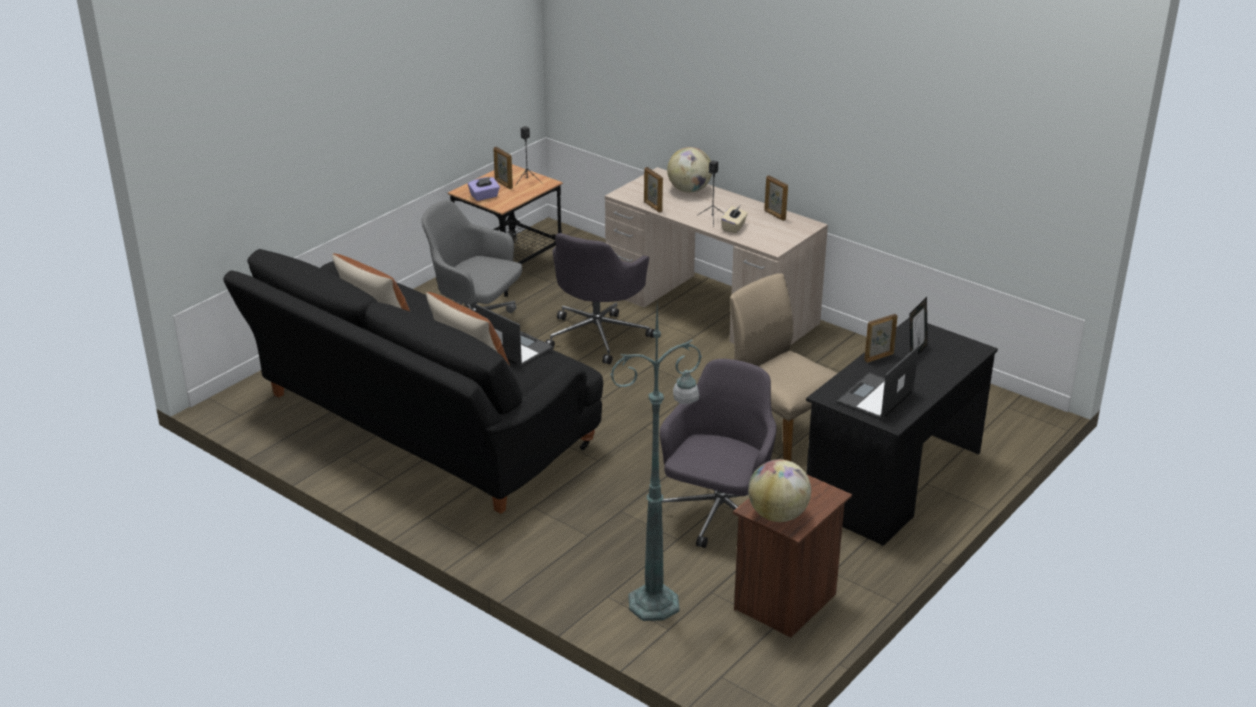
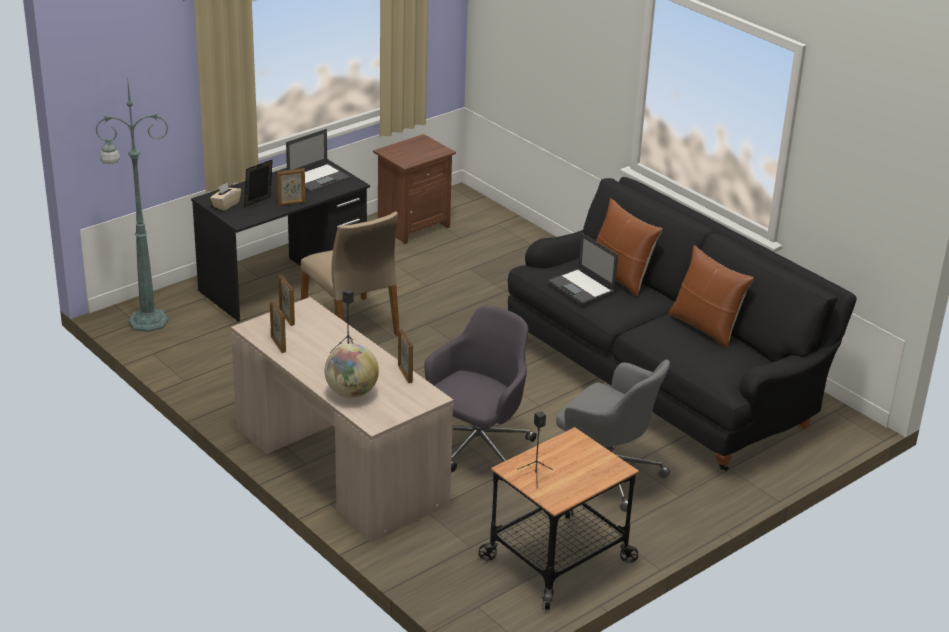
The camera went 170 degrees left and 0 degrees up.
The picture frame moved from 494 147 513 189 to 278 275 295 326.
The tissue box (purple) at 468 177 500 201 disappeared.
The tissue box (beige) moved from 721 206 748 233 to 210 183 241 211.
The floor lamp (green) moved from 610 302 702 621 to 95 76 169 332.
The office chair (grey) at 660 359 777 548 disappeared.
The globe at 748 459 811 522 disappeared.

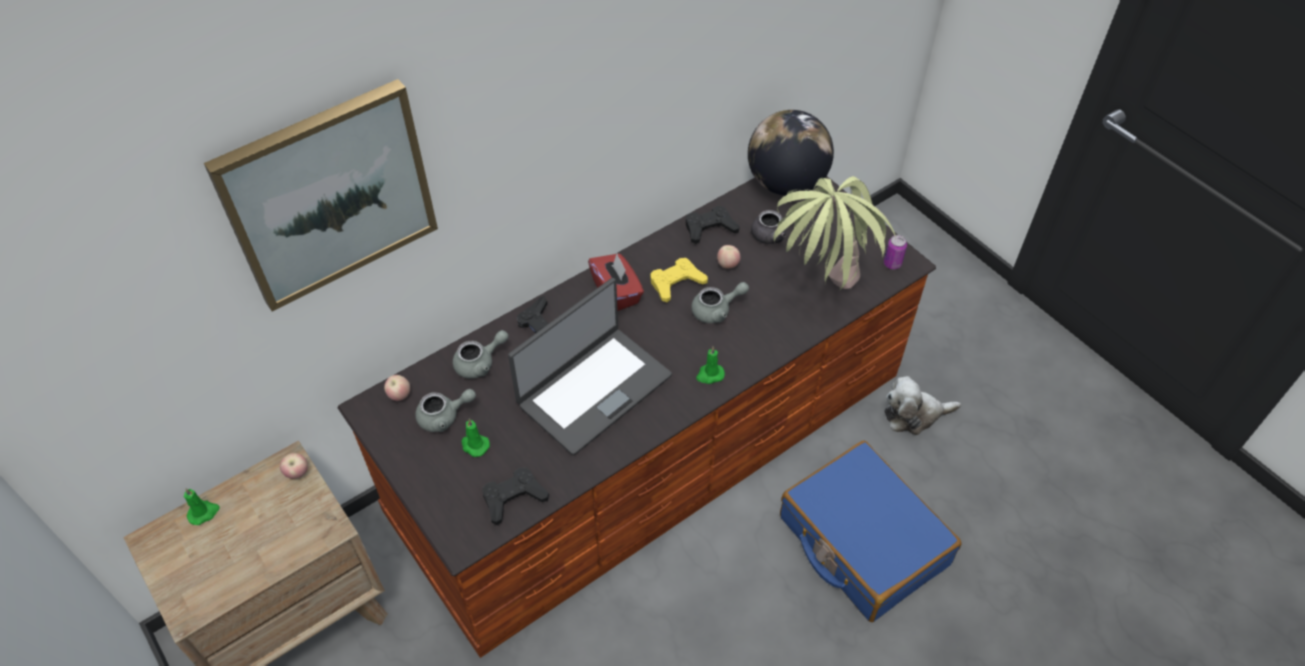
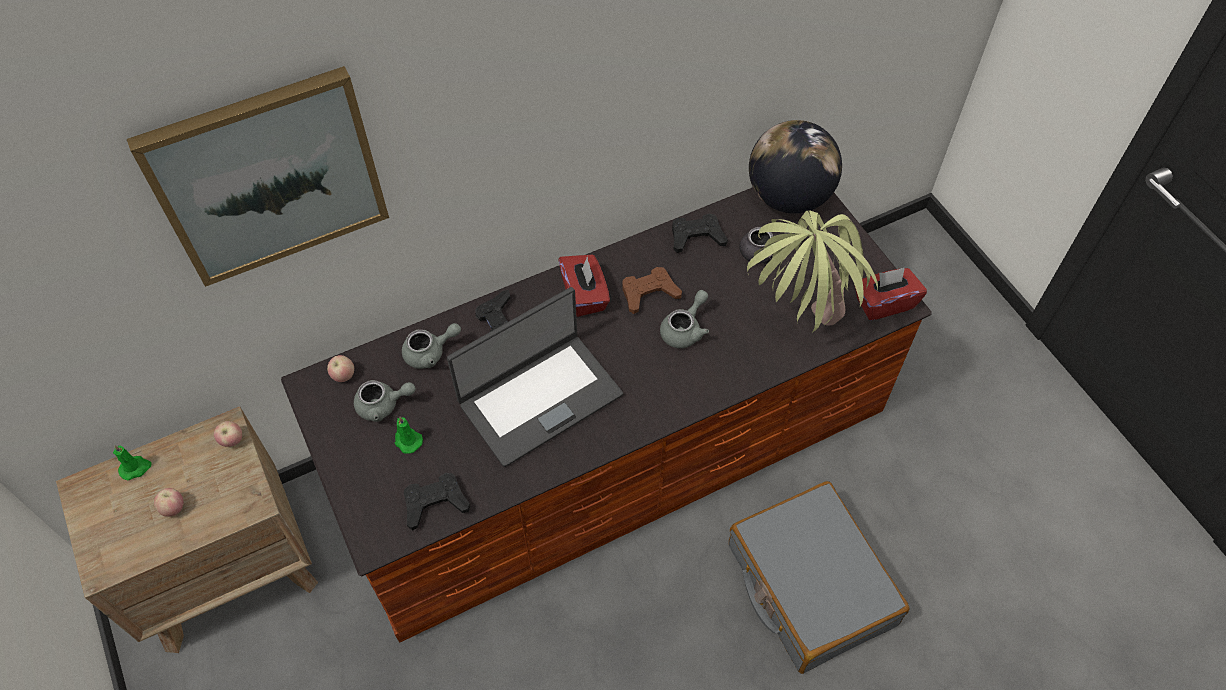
The camera went 10 degrees right and 5 degrees up.
The can at 884 235 907 269 was replaced by the tissue box (red) at 855 268 927 321.
The apple moved from 717 245 741 269 to 154 488 183 517.
The game controller (yellow) at 650 258 708 303 became the game controller (brown) at 622 267 682 314.
The teapot (grey) at 691 282 749 323 turned 45 degrees counterclockwise.
The candle (green) at 696 346 725 384 disappeared.
The plush toy at 884 376 961 435 disappeared.
The suitcase (blue) at 780 441 962 622 became the suitcase (grey) at 729 481 910 674.

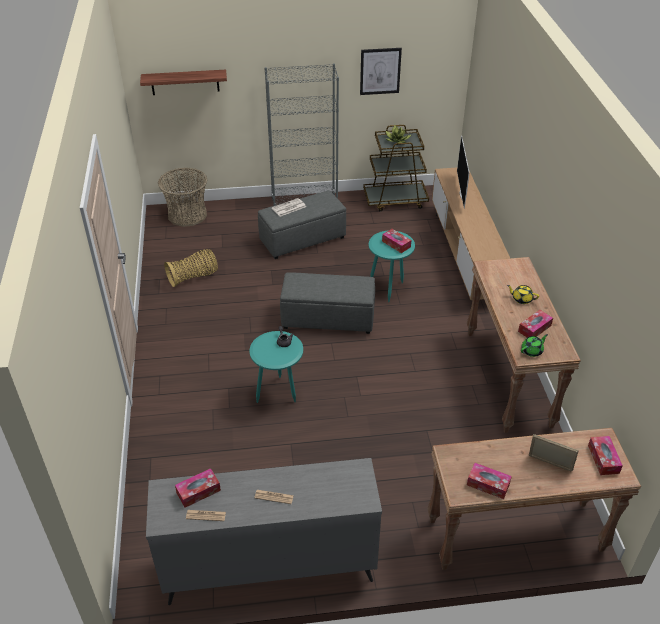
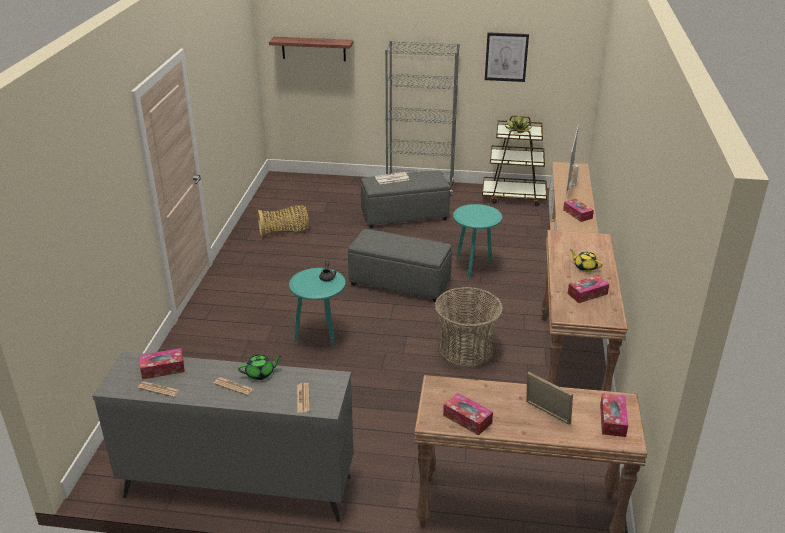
The camera went 15 degrees right and 10 degrees down.
The basket moved from 158 168 208 227 to 435 287 503 369.
The tissue box moved from 382 229 411 253 to 563 199 594 222.
The teapot (green) moved from 521 334 548 357 to 238 354 282 380.
The newspaper at 297 383 310 413 appeared.

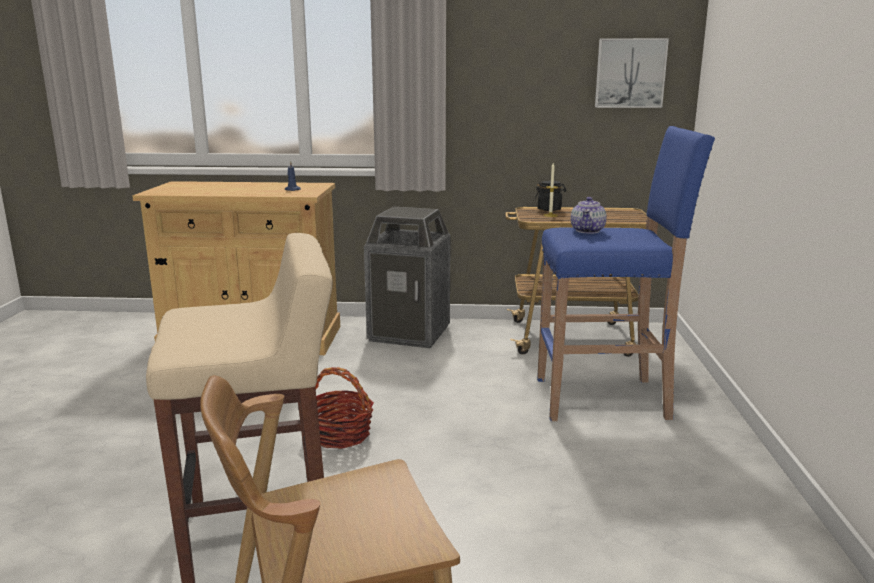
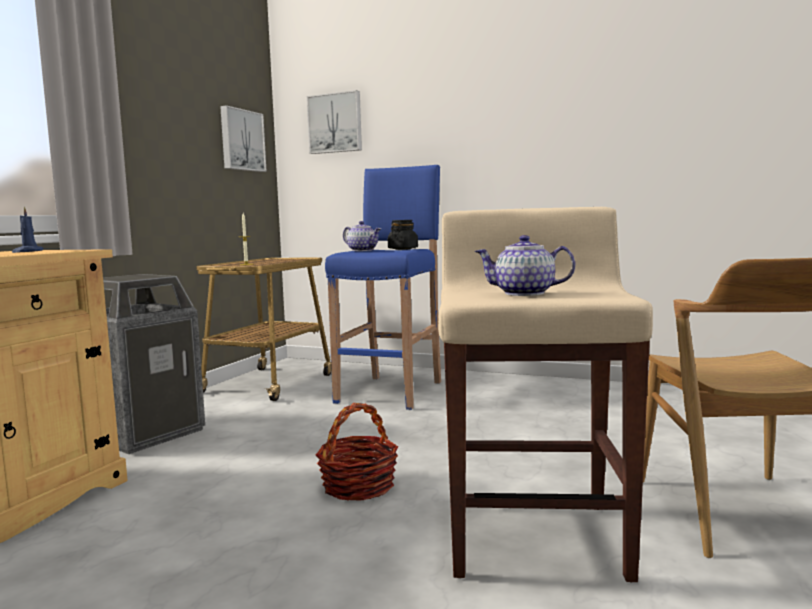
The camera went 70 degrees left and 10 degrees down.
The jar (black) moved from 535 181 566 211 to 388 220 418 250.
The picture at 307 90 362 154 appeared.
The teapot at 475 235 575 296 appeared.

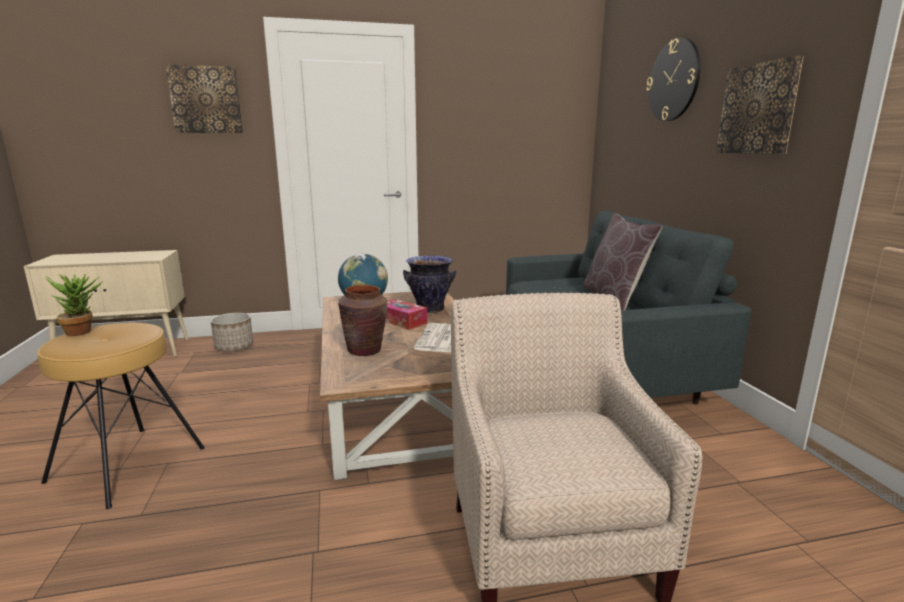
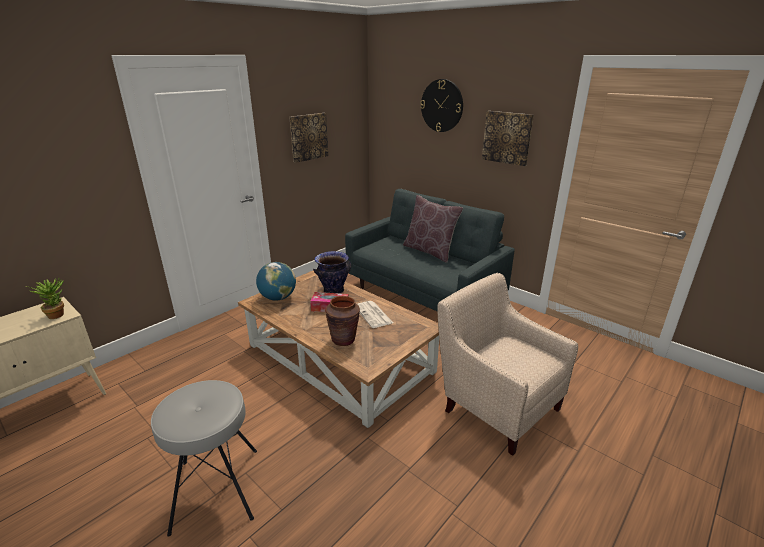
The camera went 35 degrees left and 10 degrees up.
The picture moved from 166 64 243 133 to 289 113 328 163.
The potted plant moved from 45 273 102 336 to 25 278 64 319.
The planter at 211 313 253 351 disappeared.
The stool (brown) at 37 323 205 509 became the stool (grey) at 151 380 257 537.

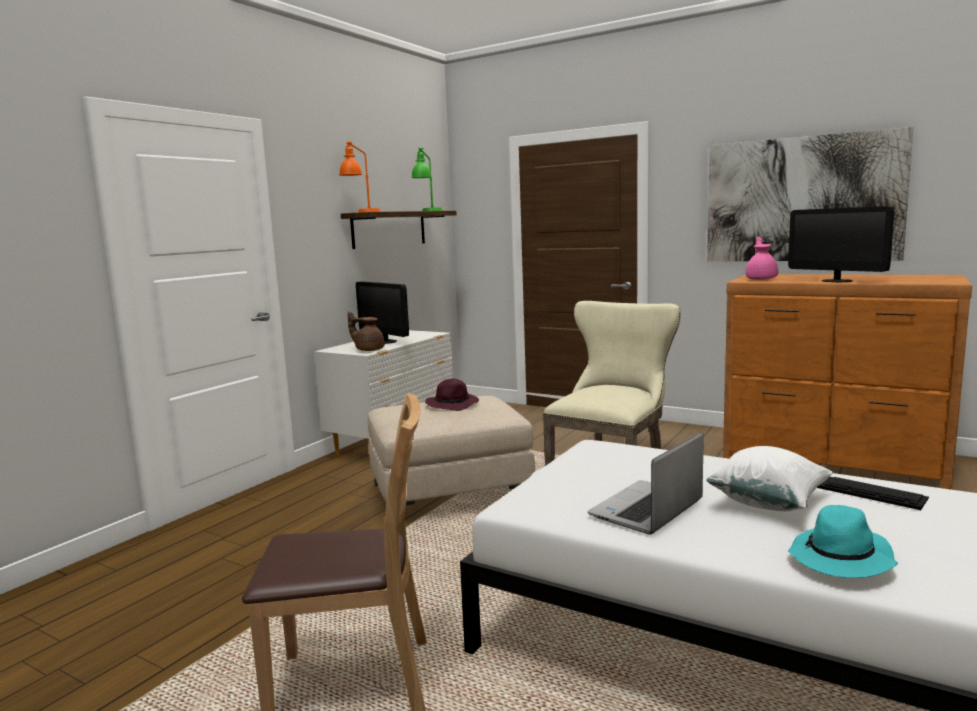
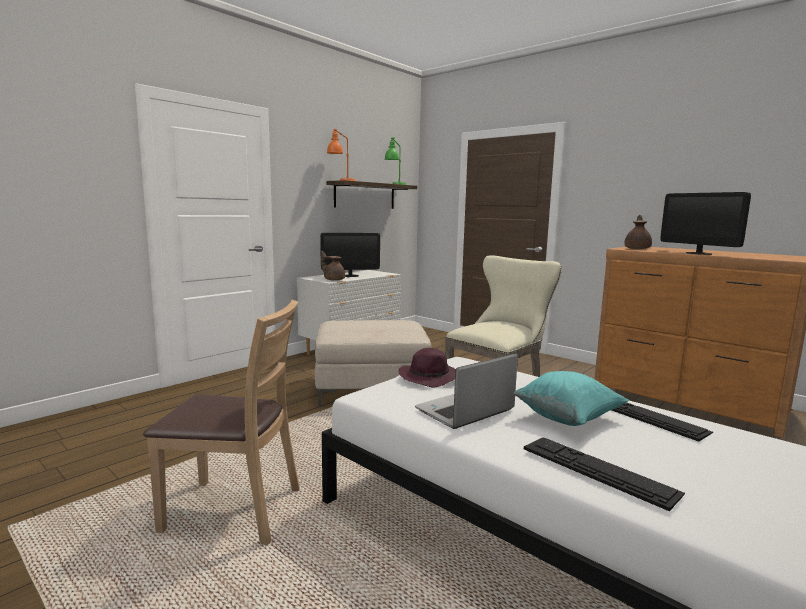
The camera went 10 degrees right and 0 degrees up.
The picture at 707 127 913 261 disappeared.
The teapot (pink) at 745 237 778 280 became the teapot (brown) at 625 215 652 249.
The monitor at 356 281 409 344 turned 75 degrees counterclockwise.
The hat (purple) moved from 425 378 479 411 to 398 348 456 387.
The pillow (white) at 706 446 834 511 became the pillow (turquoise) at 514 371 629 426.
The hat (turquoise) at 788 505 898 578 was replaced by the keyboard at 524 437 685 512.

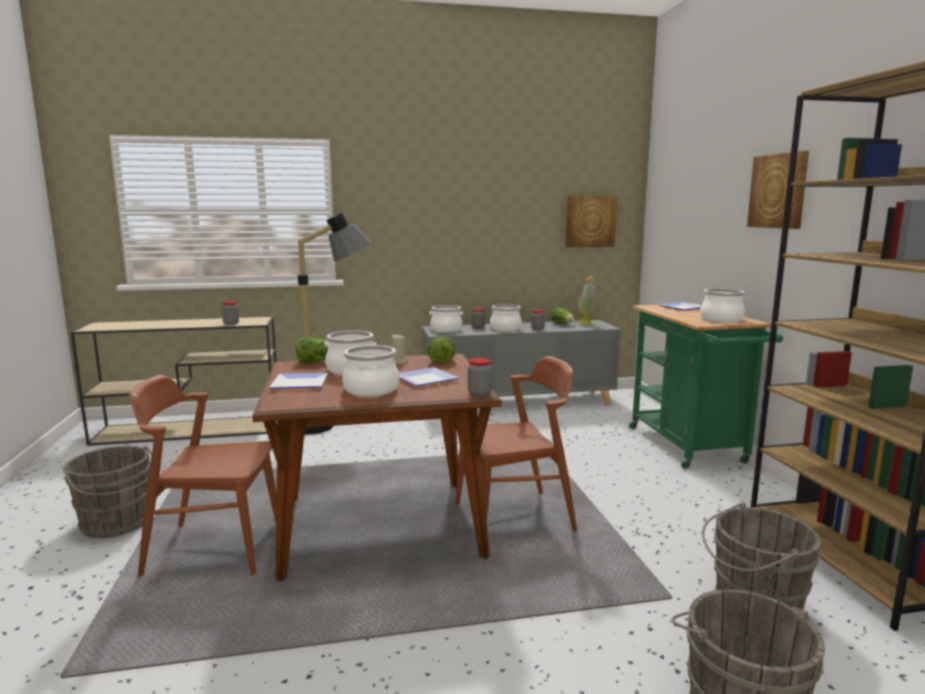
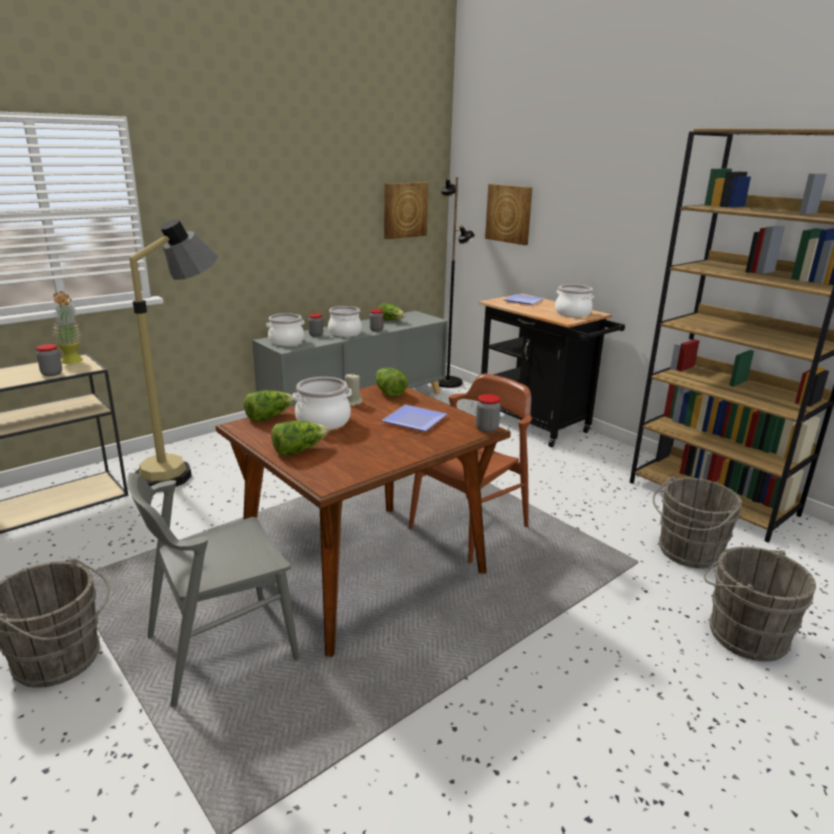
The camera went 30 degrees left and 10 degrees up.
The picture moved from 747 151 809 229 to 485 184 533 245.
The potted plant moved from 577 275 596 325 to 51 291 83 364.
The cart (green) at 629 303 783 469 became the cart (black) at 479 294 625 447.
The cooking pot at 342 345 399 397 disappeared.
The plate at 269 373 328 389 was replaced by the lettuce at 271 421 329 456.
The chair (brown) at 129 375 277 577 became the chair (grey) at 127 473 299 707.
The floor lamp (black) at 439 177 475 388 appeared.

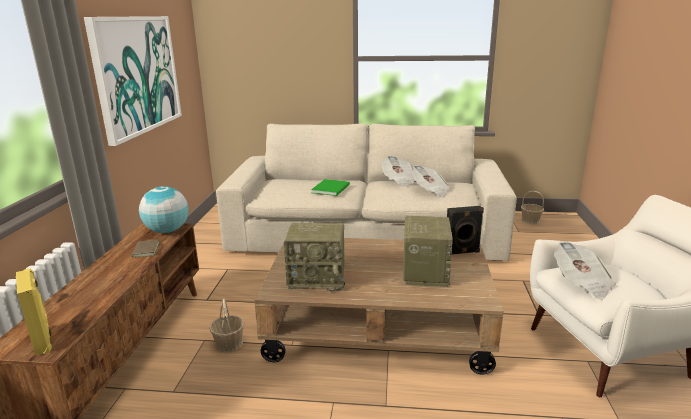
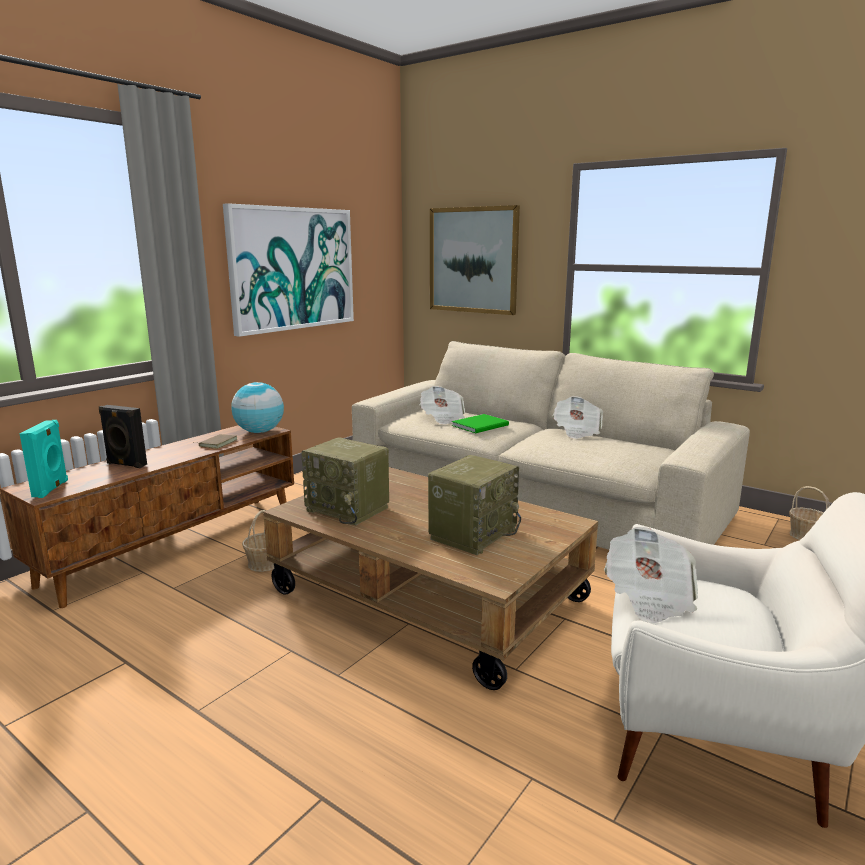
The camera went 30 degrees right and 5 degrees down.
The newspaper moved from 411 165 450 197 to 420 386 465 425.
The speaker (black) moved from 447 206 484 254 to 99 405 147 468.
The speaker (yellow) at 16 268 52 356 became the speaker (turquoise) at 20 420 68 498.
The picture at 430 205 520 315 appeared.

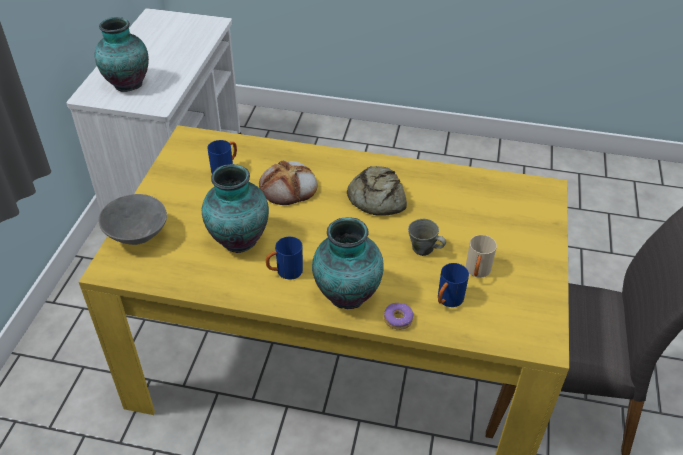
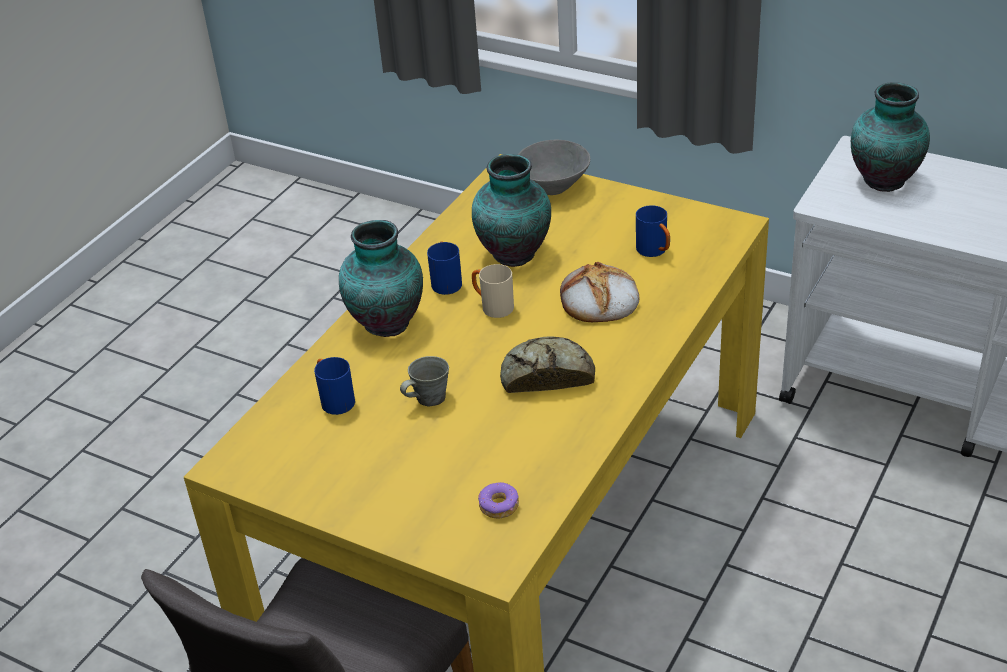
The camera went 110 degrees right and 5 degrees down.
The mug (beige) moved from 466 235 497 278 to 472 264 514 318.
The donut moved from 384 303 413 330 to 478 482 519 519.

